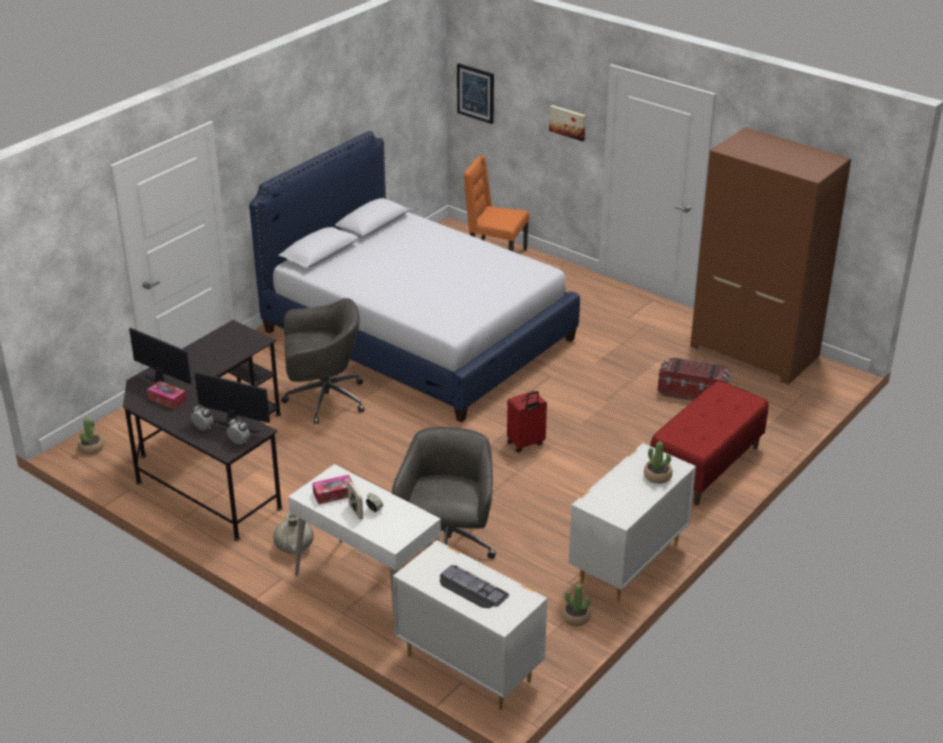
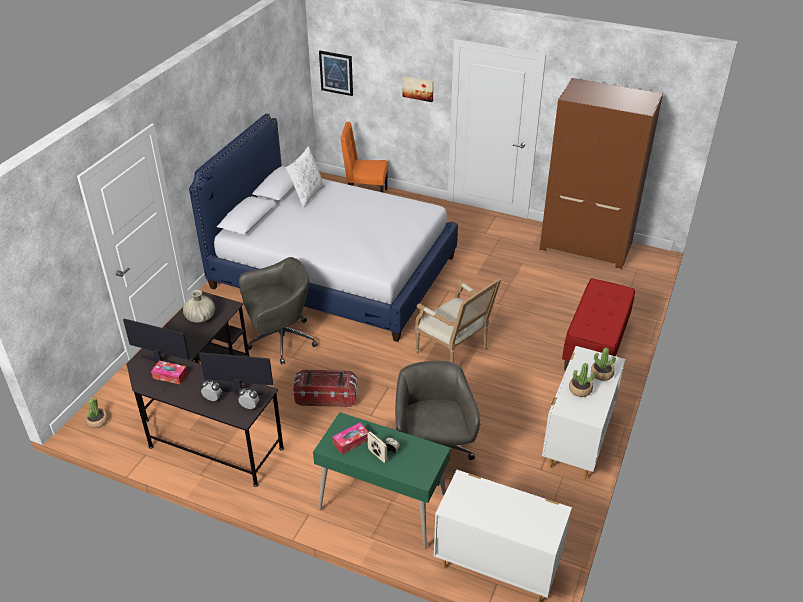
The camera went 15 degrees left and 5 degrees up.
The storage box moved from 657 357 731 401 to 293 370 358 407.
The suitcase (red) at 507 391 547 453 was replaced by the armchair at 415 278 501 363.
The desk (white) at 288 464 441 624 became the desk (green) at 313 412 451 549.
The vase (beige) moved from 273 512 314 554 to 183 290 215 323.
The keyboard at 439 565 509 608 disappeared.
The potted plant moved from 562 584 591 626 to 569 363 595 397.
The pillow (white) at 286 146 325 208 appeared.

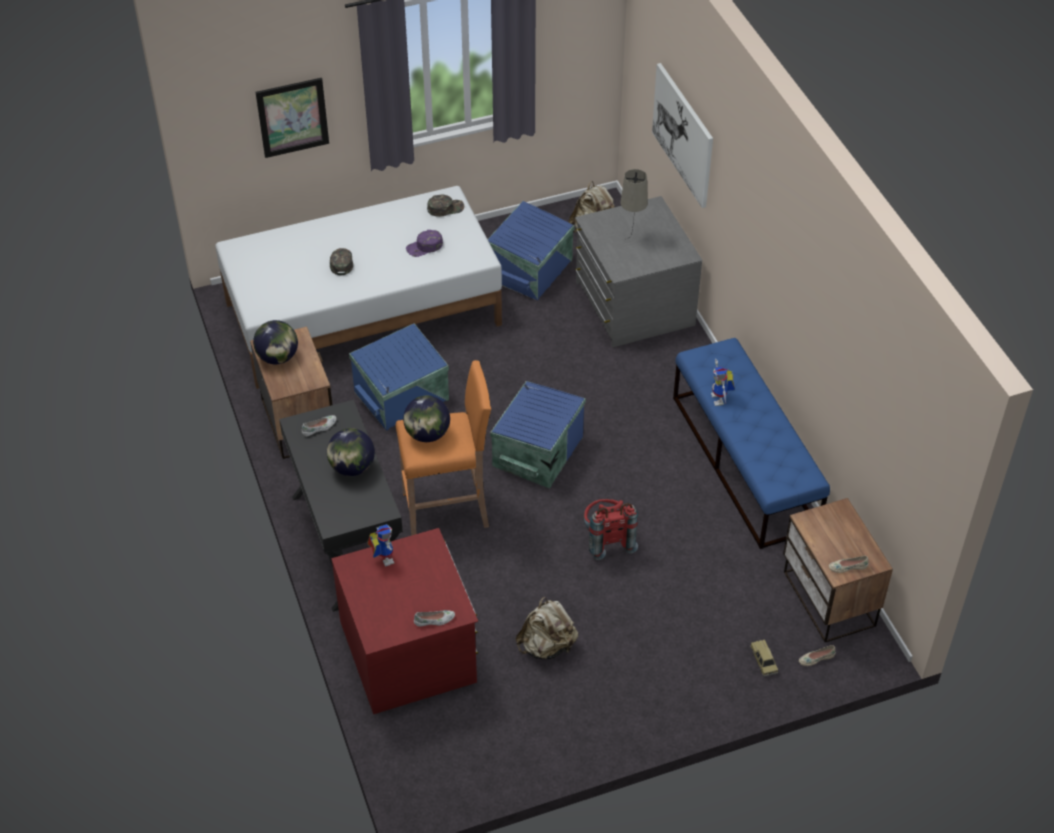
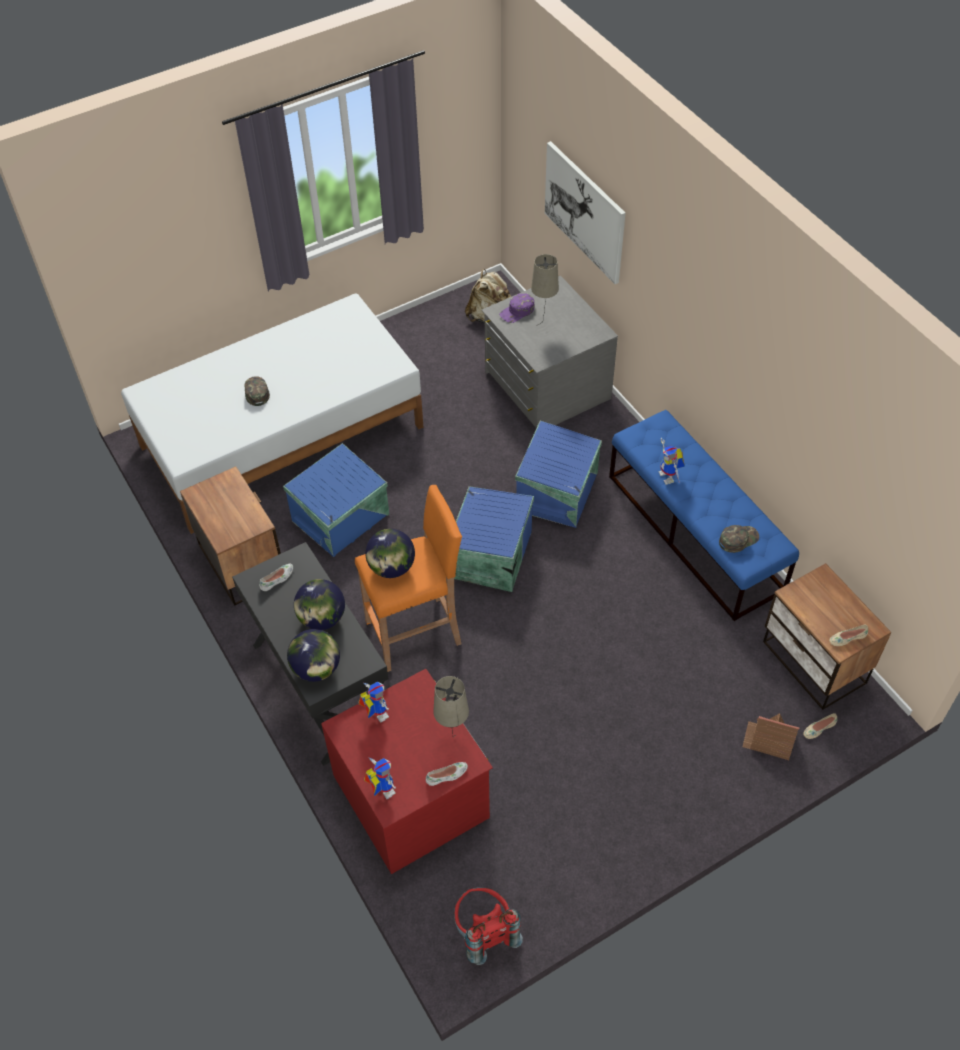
The camera went 10 degrees left and 5 degrees up.
The picture at 256 78 329 158 disappeared.
The cap (green) moved from 427 195 464 217 to 719 525 759 553.
The storage box (blue) moved from 488 201 575 301 to 515 421 602 528.
The cap (purple) moved from 406 230 443 257 to 499 293 535 323.
The globe moved from 253 320 298 364 to 287 629 340 682.
The backpack (red) moved from 584 499 638 560 to 454 887 523 965.
The backpack (beige) at 516 597 578 659 disappeared.
The toy car at 750 640 778 677 was replaced by the toy house at 743 714 799 760.
The table lamp (beige) at 433 676 469 738 appeared.
The toy robot at 364 758 396 799 appeared.

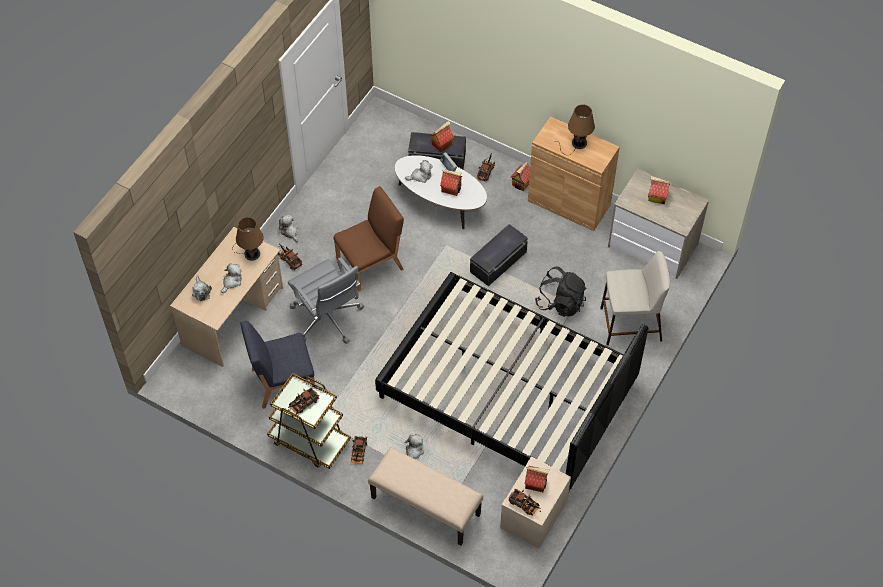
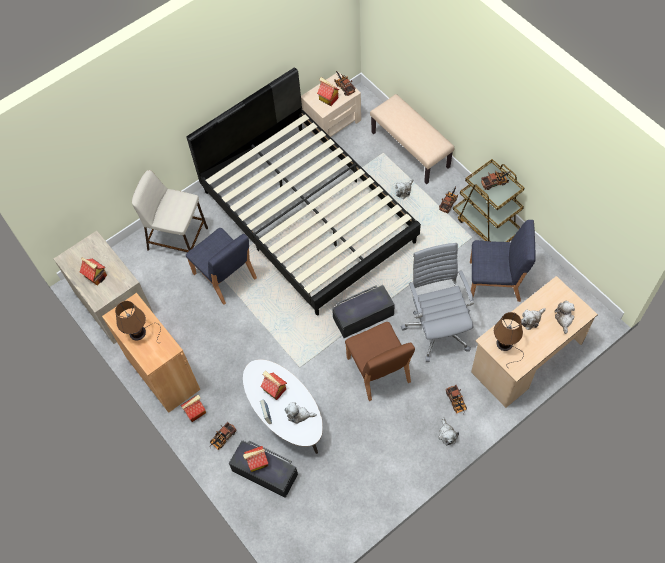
The camera went 155 degrees left and 5 degrees up.
The chair (brown) at 334 186 404 292 turned 105 degrees counterclockwise.
The storage box (black) moved from 470 224 528 286 to 332 285 395 338.
The backpack (black) at 535 266 587 317 was replaced by the chair (blue) at 186 228 257 305.

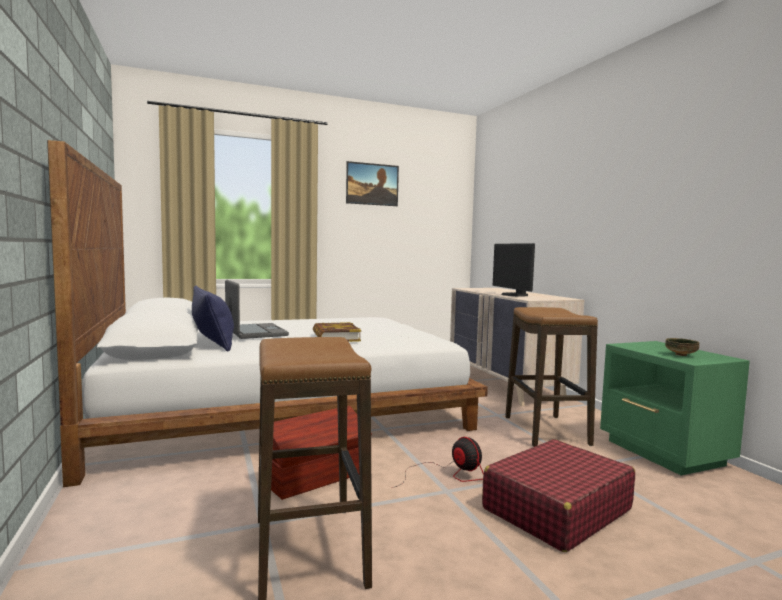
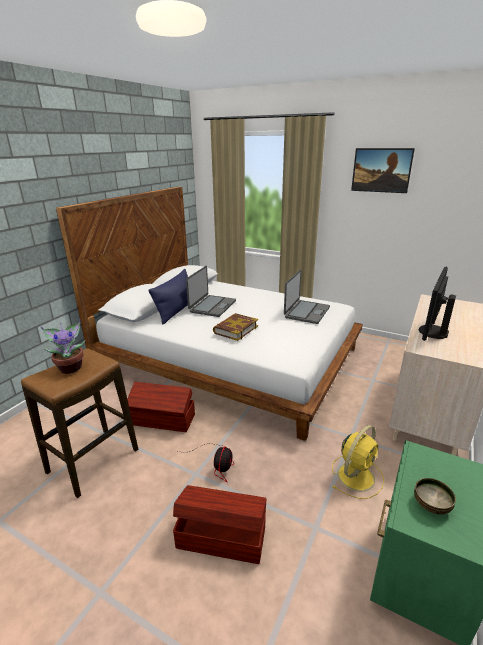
The camera went 50 degrees right and 20 degrees up.
The stool at 505 307 598 447 was replaced by the fan (yellow) at 332 425 384 499.
The suitcase (red) at 482 439 635 552 was replaced by the storage box (brown) at 173 485 266 564.
The laptop at 284 270 330 324 appeared.
The potted plant at 41 320 85 374 appeared.

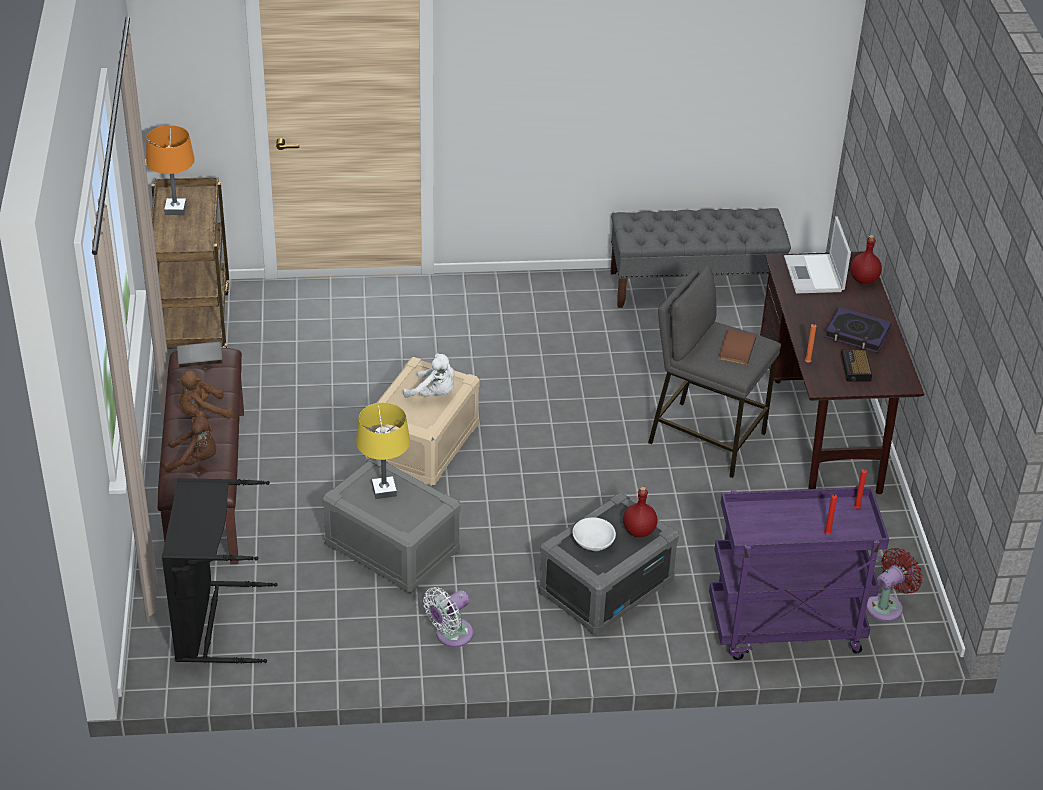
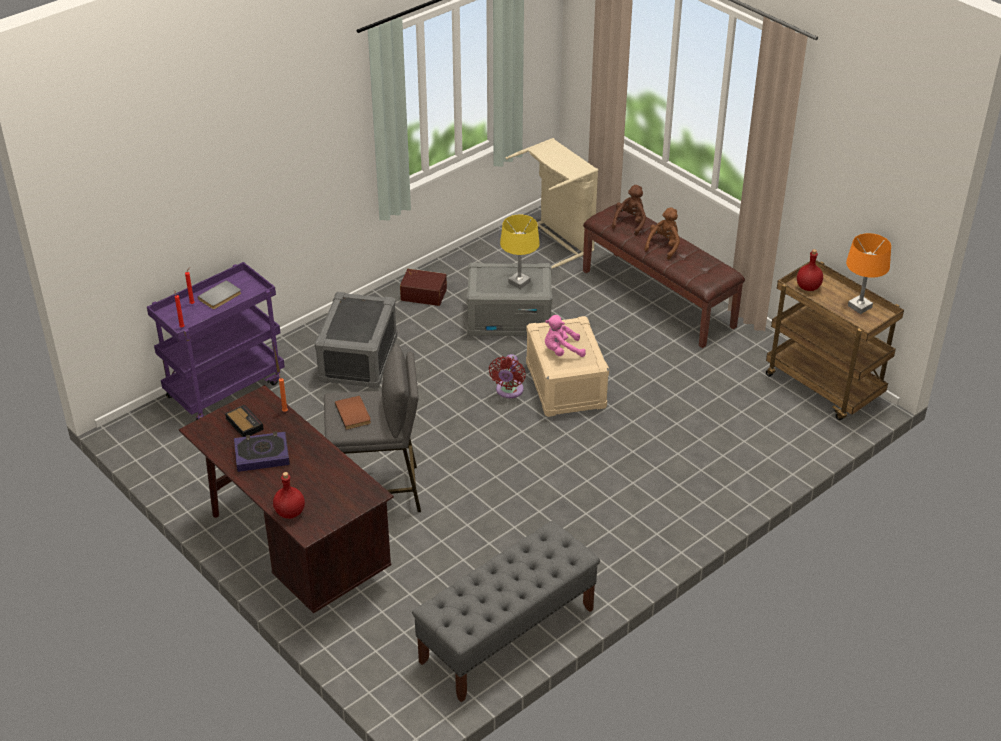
The camera went 145 degrees right and 0 degrees up.
The laptop at 784 216 851 294 disappeared.
The book (grey) moved from 177 342 223 368 to 198 280 241 309.
The plush toy (white) at 403 354 455 398 became the plush toy (pink) at 545 315 586 357.
The plush toy (brown) at 164 416 216 473 turned 150 degrees clockwise.
The laundry basket (black) at 162 478 278 664 became the laundry basket (beige) at 506 138 598 268.
The bottle (red) moved from 623 486 657 537 to 797 249 823 291.
The bowl (white) at 572 517 616 551 disappeared.
The fan (red) moved from 866 548 923 622 to 489 354 526 398.
The fan (white) at 423 587 473 647 was replaced by the storage box (brown) at 400 269 447 306.

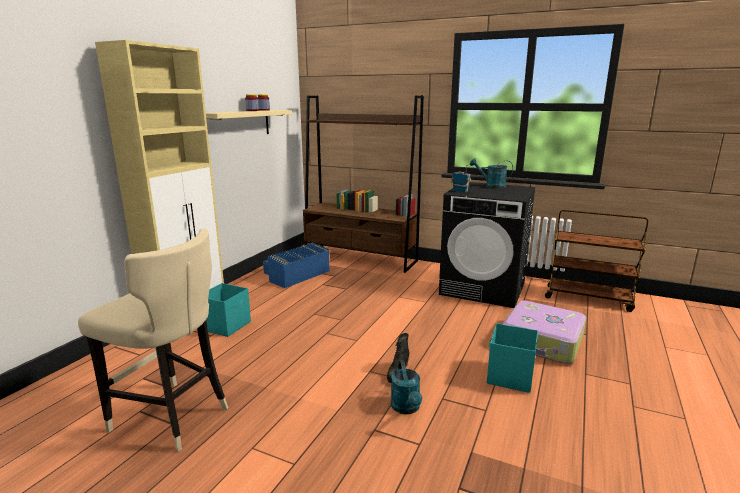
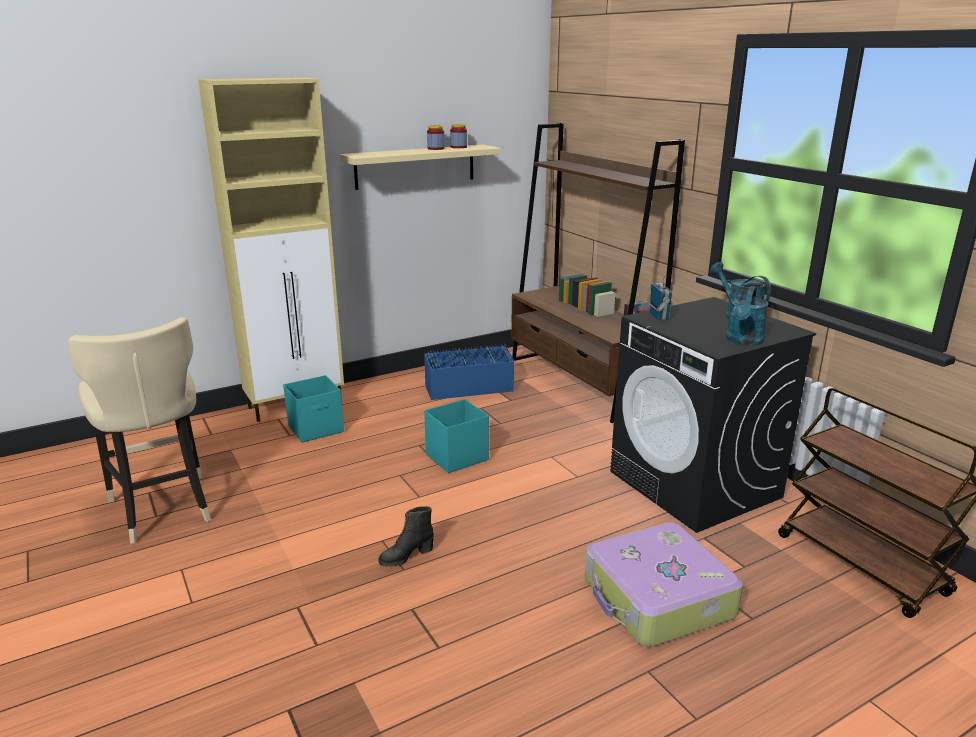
The camera went 35 degrees right and 5 degrees up.
The storage box (turquoise) moved from 487 323 538 393 to 424 399 489 473.
The watering can (turquoise) moved from 391 360 422 414 to 726 286 769 346.

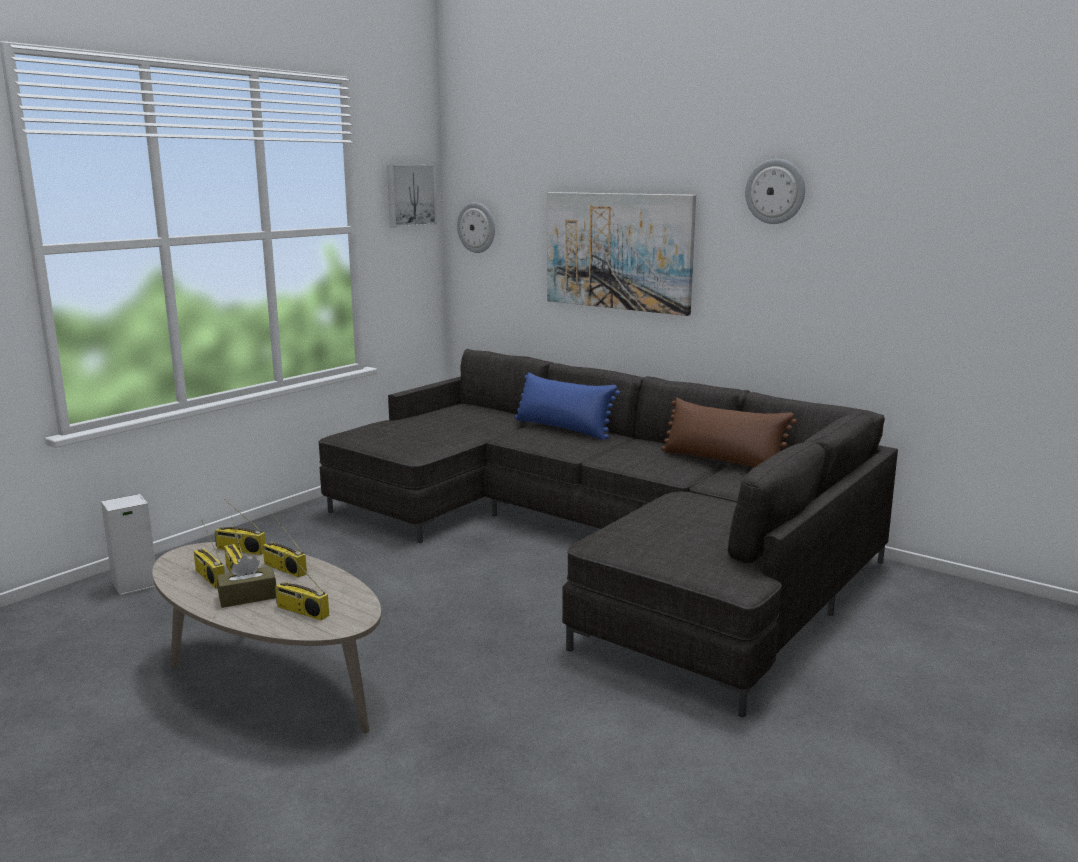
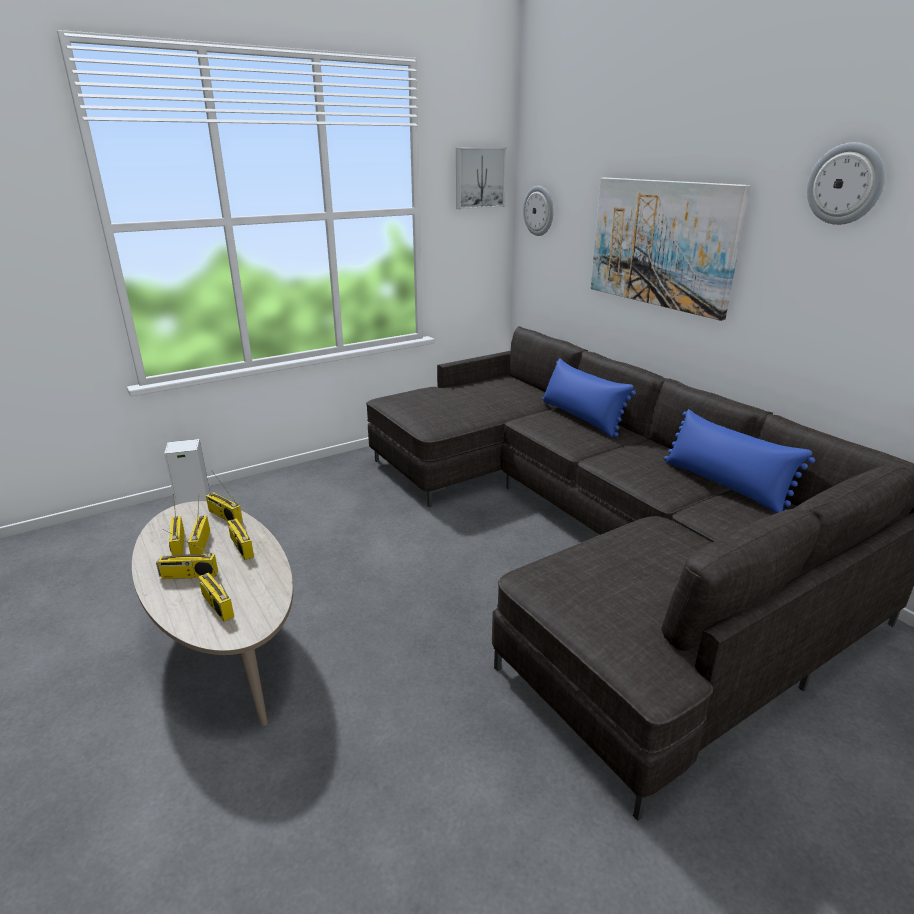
The camera went 20 degrees right and 10 degrees up.
The pillow (brown) at 661 398 797 468 became the pillow (blue) at 664 409 815 513.
The tissue box (brown) at 217 556 276 608 was replaced by the radio at 156 529 218 579.

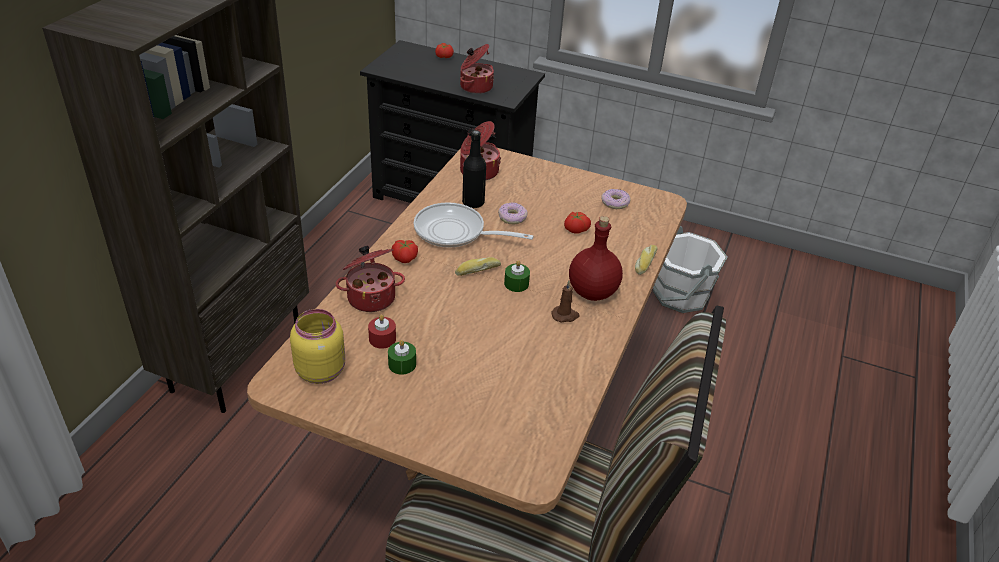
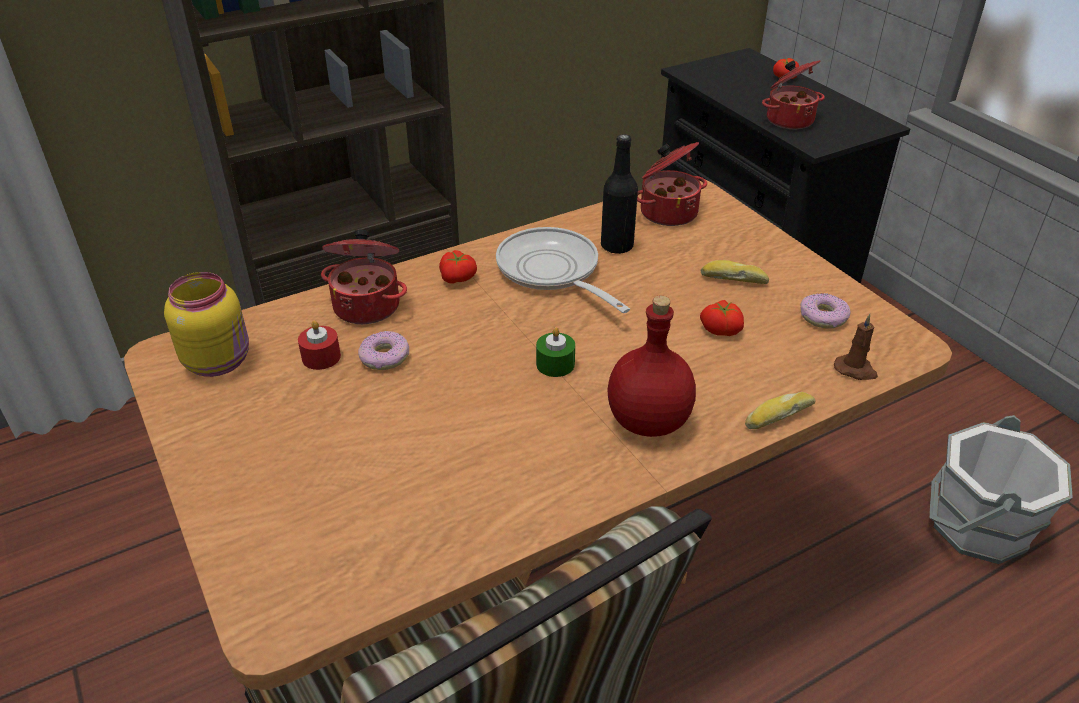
The camera went 40 degrees right and 0 degrees up.
The donut moved from 498 202 527 224 to 358 331 409 370.
The bread moved from 455 257 501 276 to 701 260 769 284.
The candle (brown) moved from 551 281 580 322 to 834 314 878 380.
The candle (green) at 388 340 416 375 disappeared.

